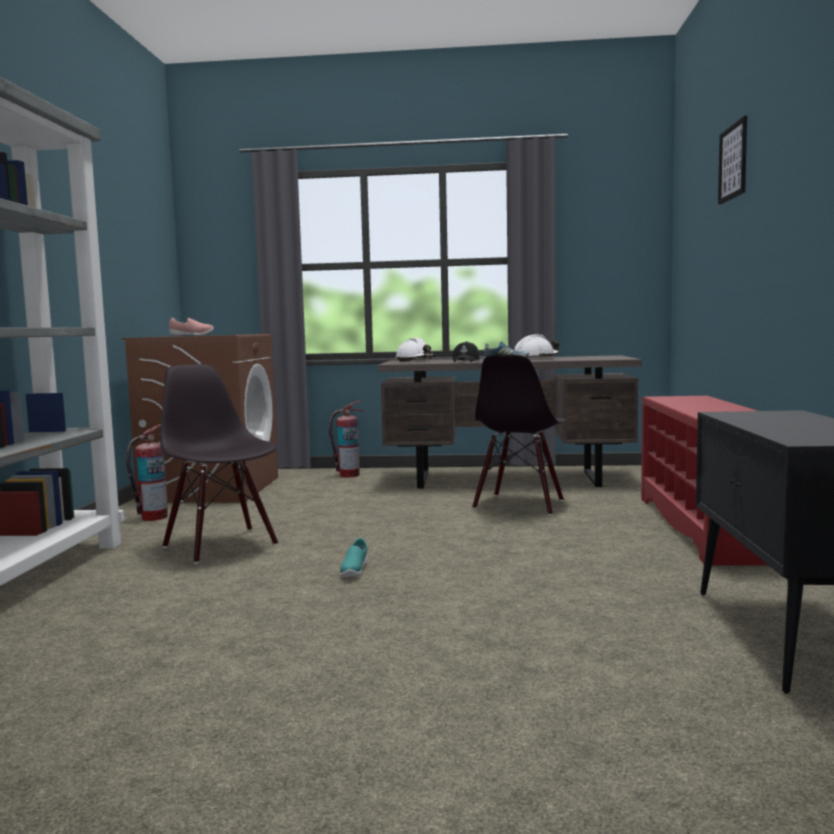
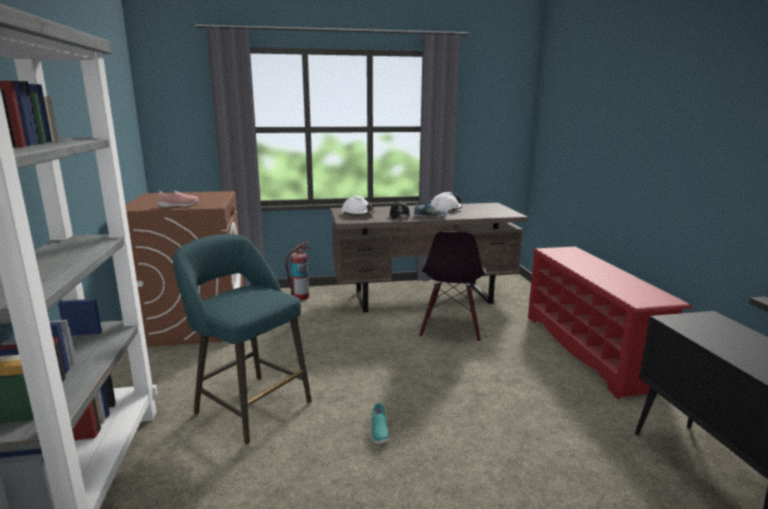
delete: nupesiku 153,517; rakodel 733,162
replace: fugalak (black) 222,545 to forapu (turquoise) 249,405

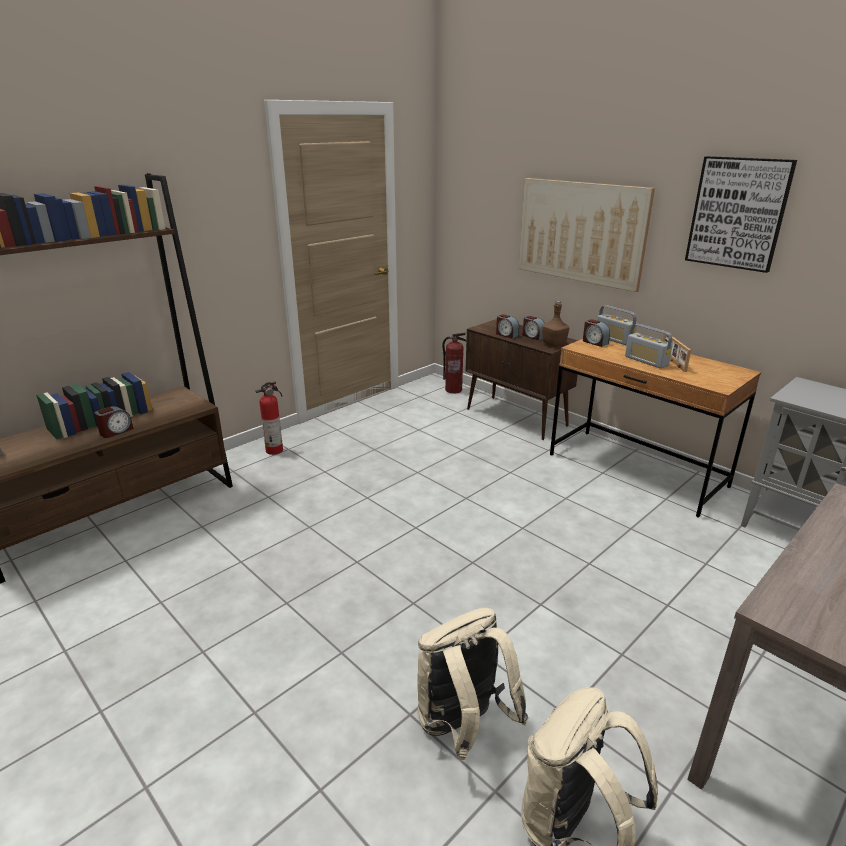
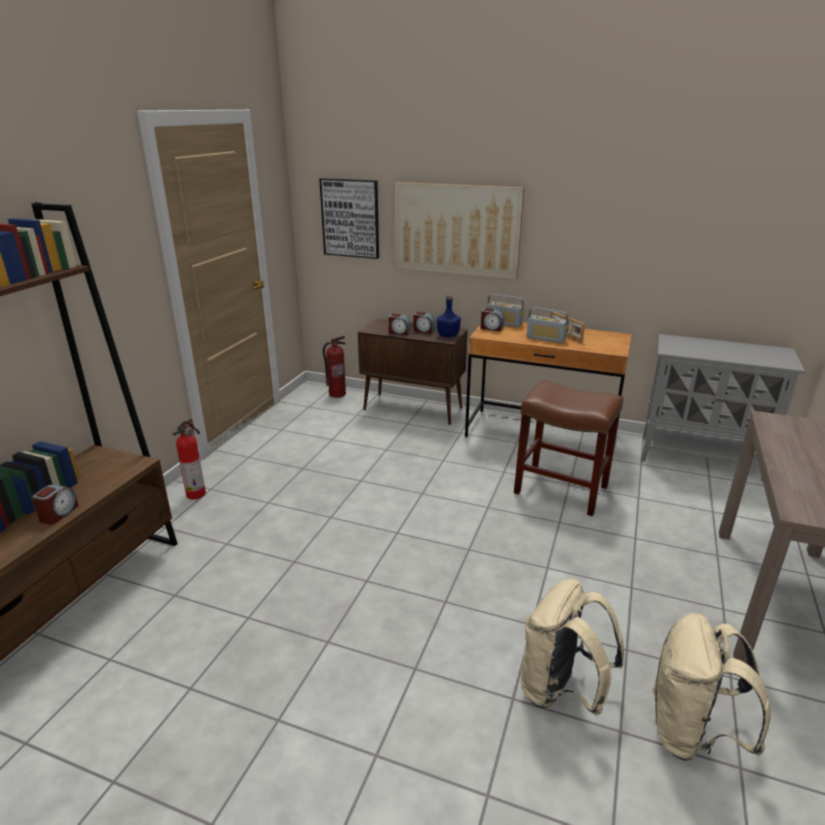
insert: forapu (brown) 560,490
move: rakodel 738,213 to 350,218
recolor: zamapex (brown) 554,344 to zamapex (blue) 448,335

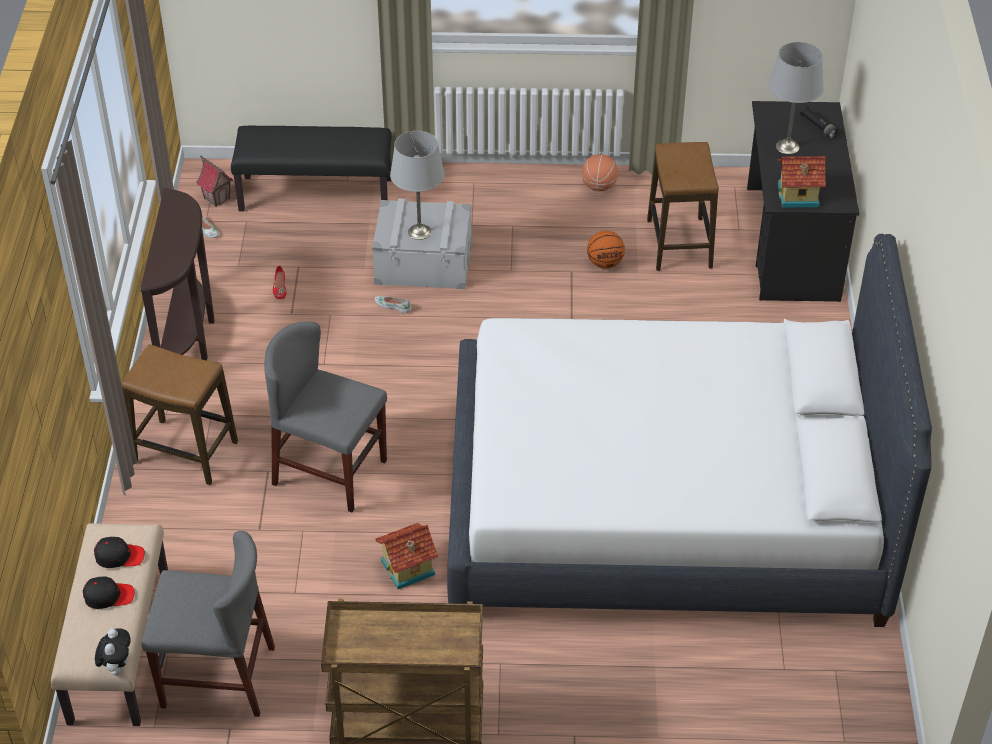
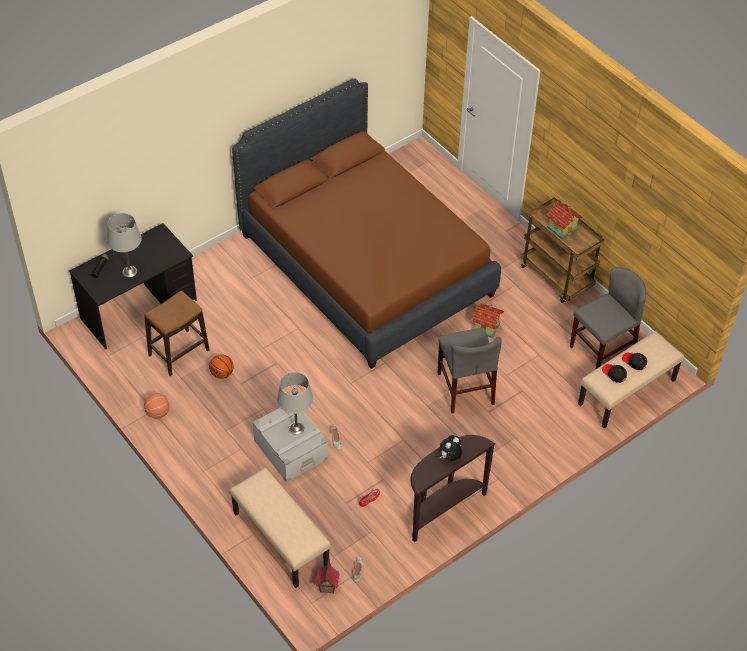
delete: forapu 185,452
move: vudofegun 117,667 to 450,457; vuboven 798,196 to 562,227
recolor: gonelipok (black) 316,194 to gonelipok (beige) 279,539; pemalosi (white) 665,507 to pemalosi (brown) 366,264
rotate: fugalak (grey) 218,677 = 602,350 90 degrees clockwise

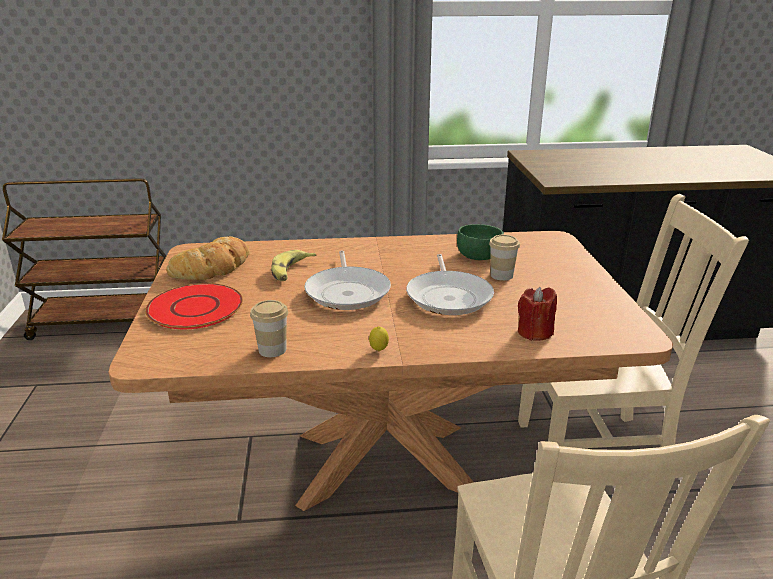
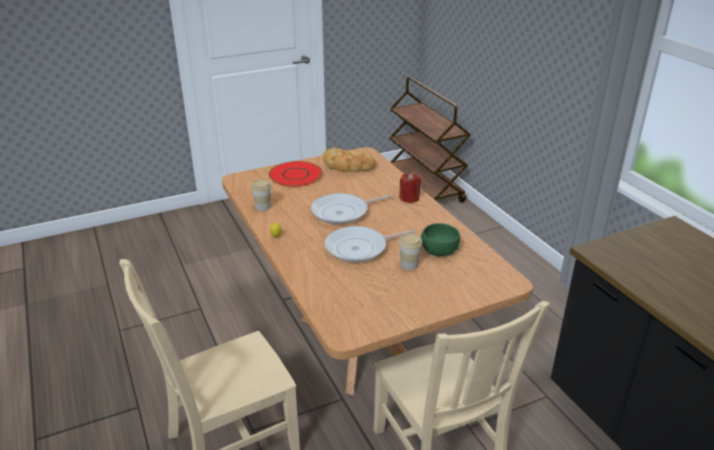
delete: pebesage 291,271
move: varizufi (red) 534,332 to 409,198

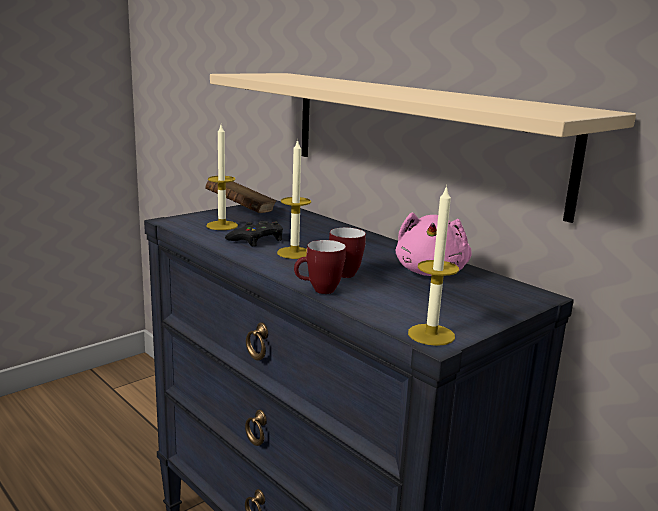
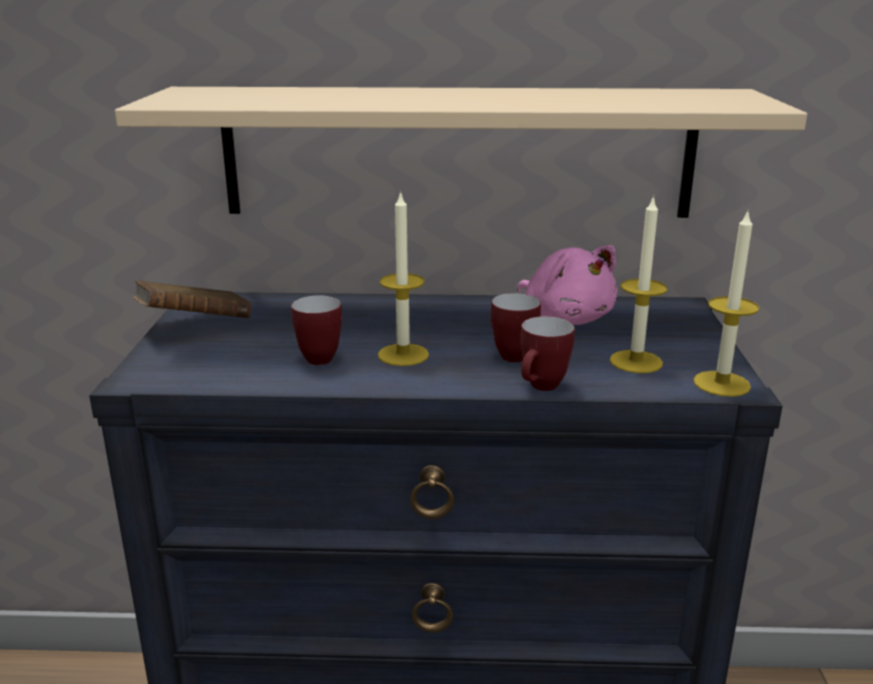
move: varizufi 222,225 to 636,362
replace: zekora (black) 257,240 to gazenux 320,357

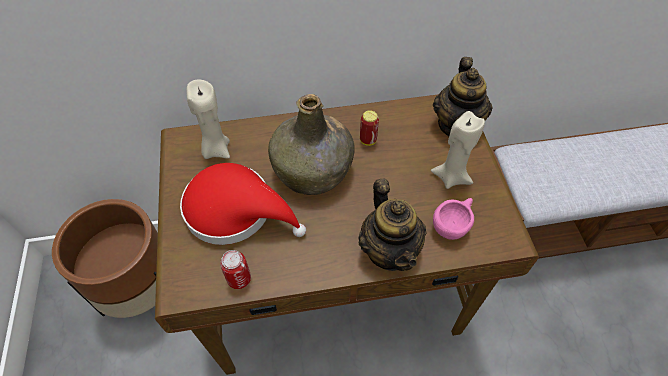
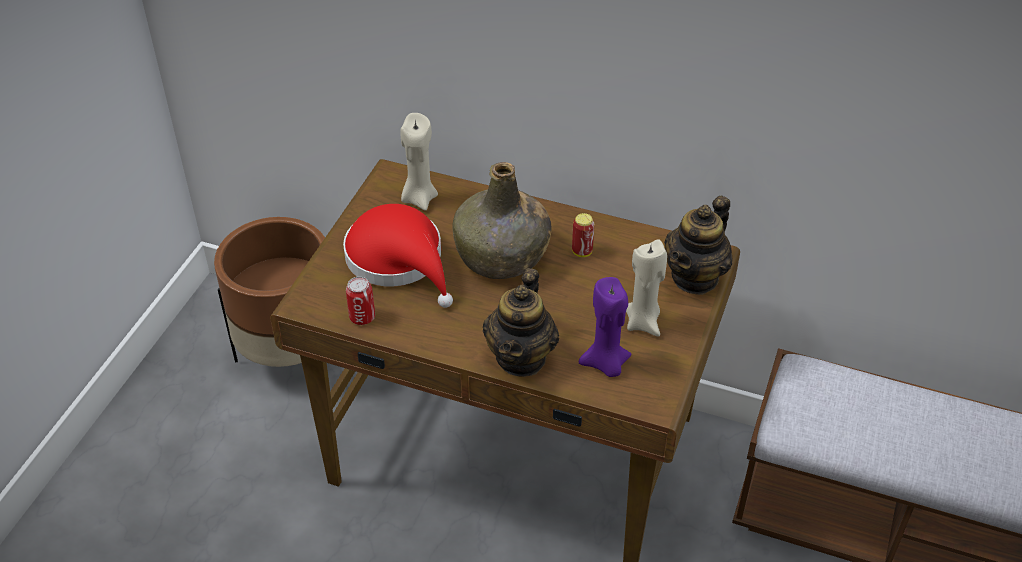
replace: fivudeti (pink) 453,225 to varizufi (purple) 606,364

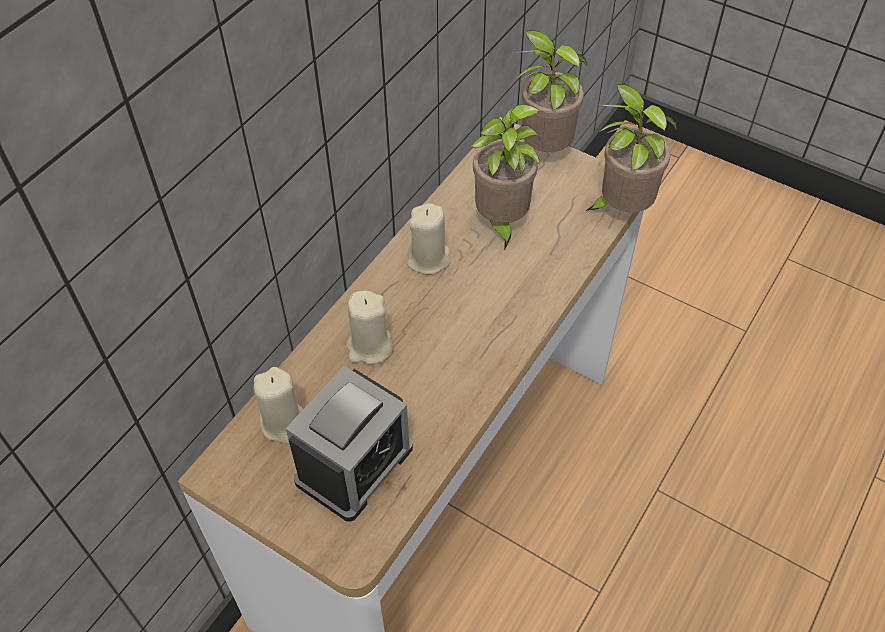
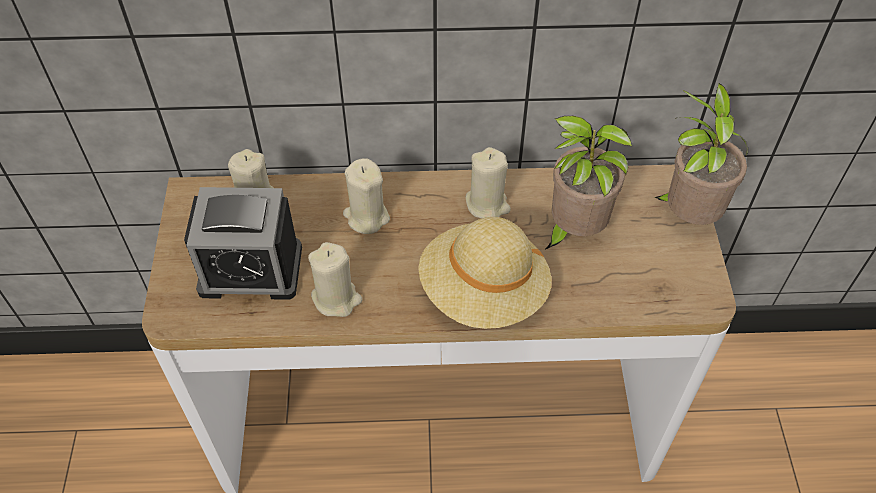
delete: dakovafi 621,209
insert: varizufi (beige) 336,298; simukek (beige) 483,292

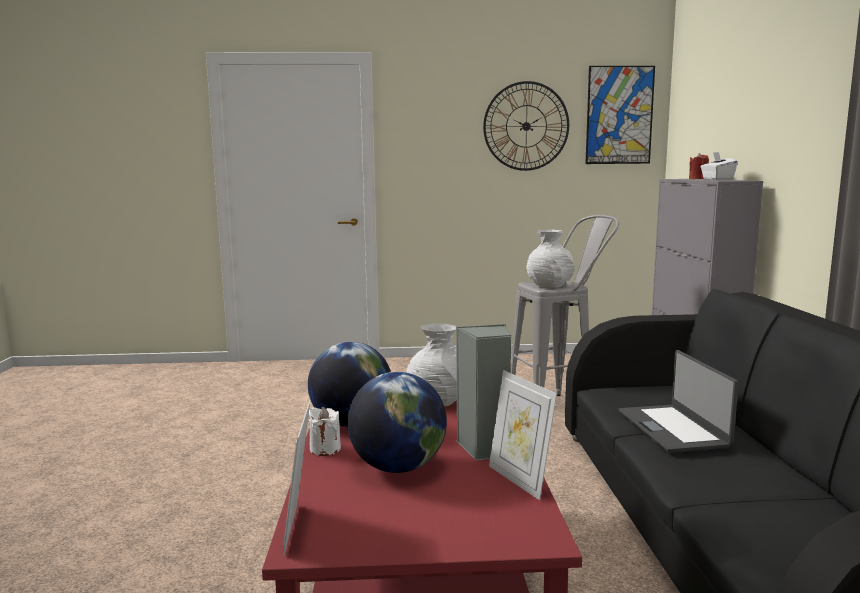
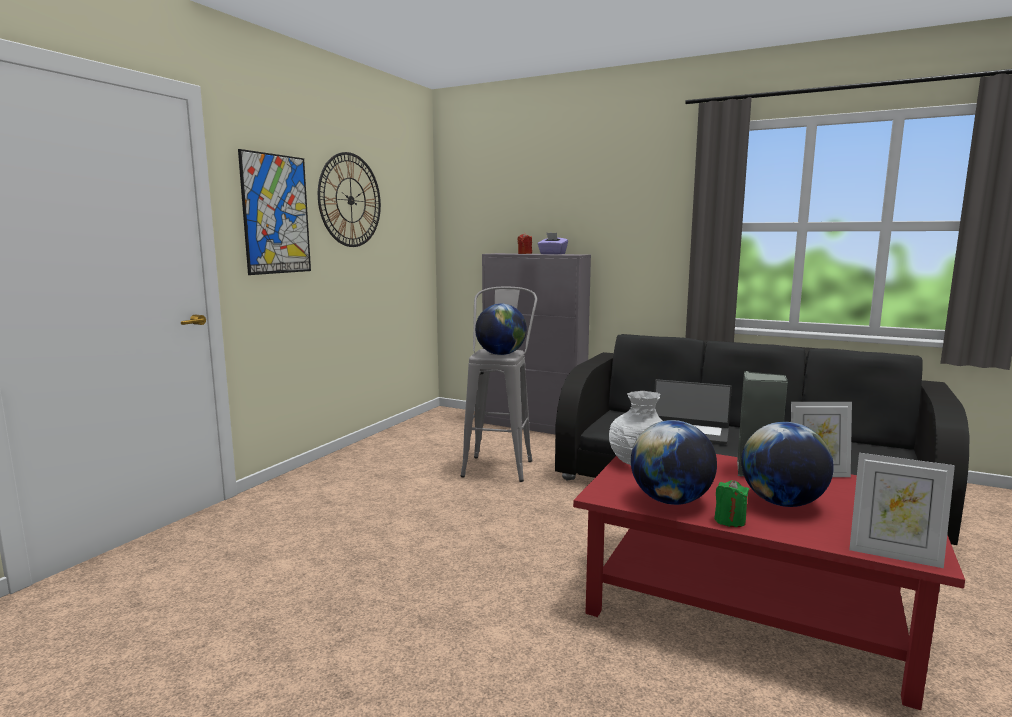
move: rakodel 619,115 to 276,214
replace: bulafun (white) 550,285 to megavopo 501,354
recolor: varizufi (white) 325,449 to varizufi (green) 730,521; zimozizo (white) 717,179 to zimozizo (purple) 552,254

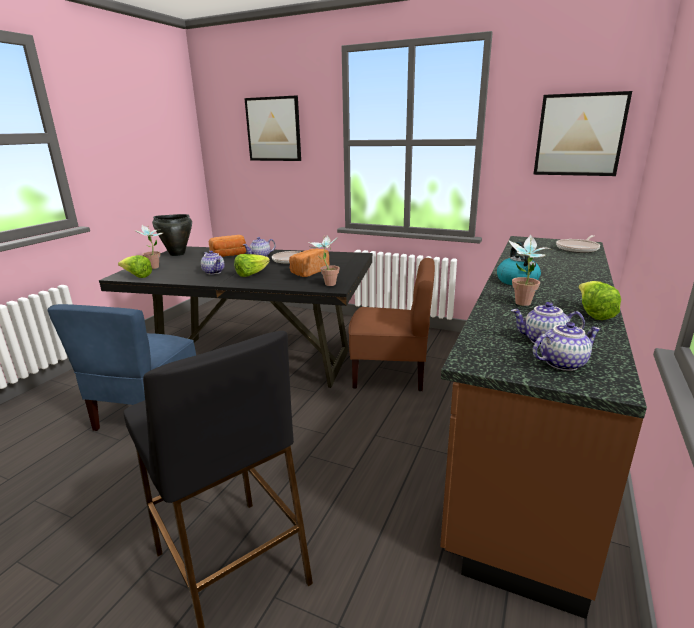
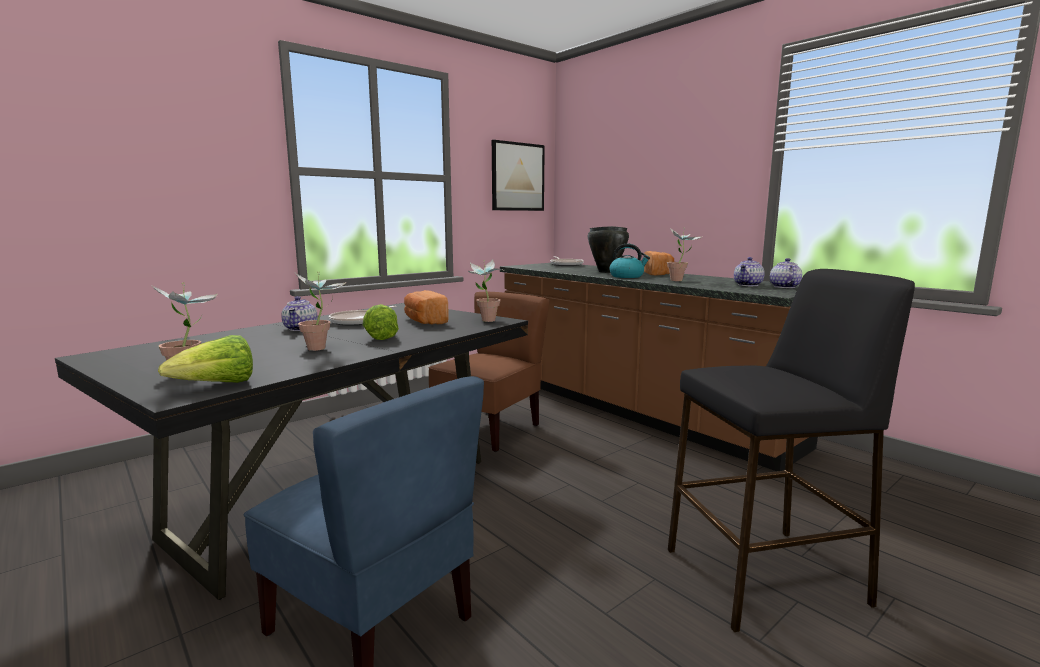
delete: rakodel 273,129; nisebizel 593,313
move: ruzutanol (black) 177,254 to 606,271; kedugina 229,255 to 658,273
replace: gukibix 214,272 to dakovafi 323,348

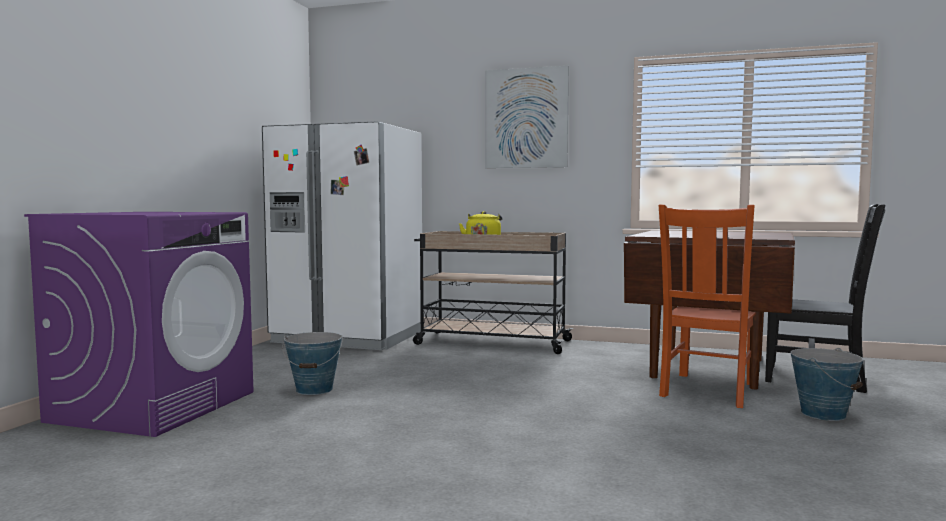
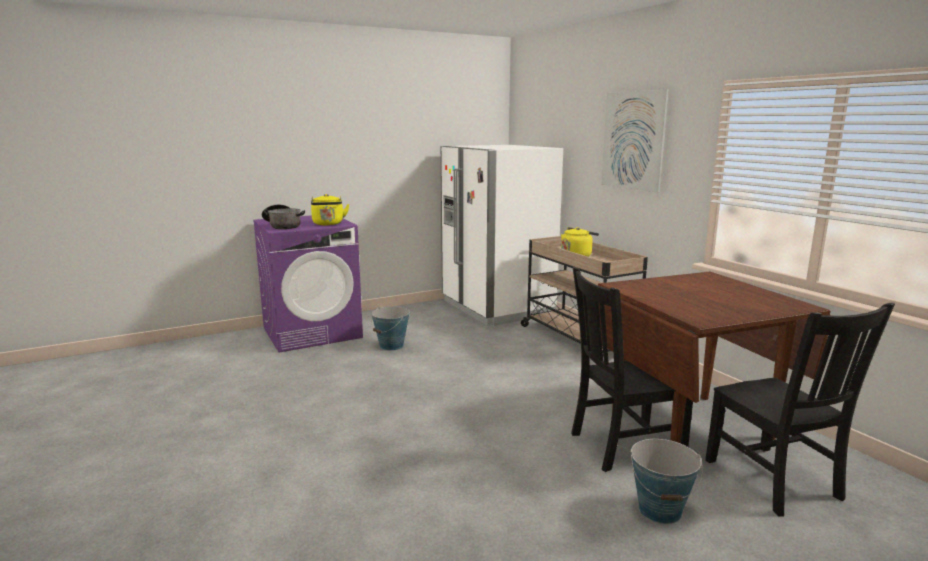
insert: ruzutanol 283,226; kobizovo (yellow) 328,224
recolor: fugalak (orange) 707,391 to fugalak (black) 622,445

